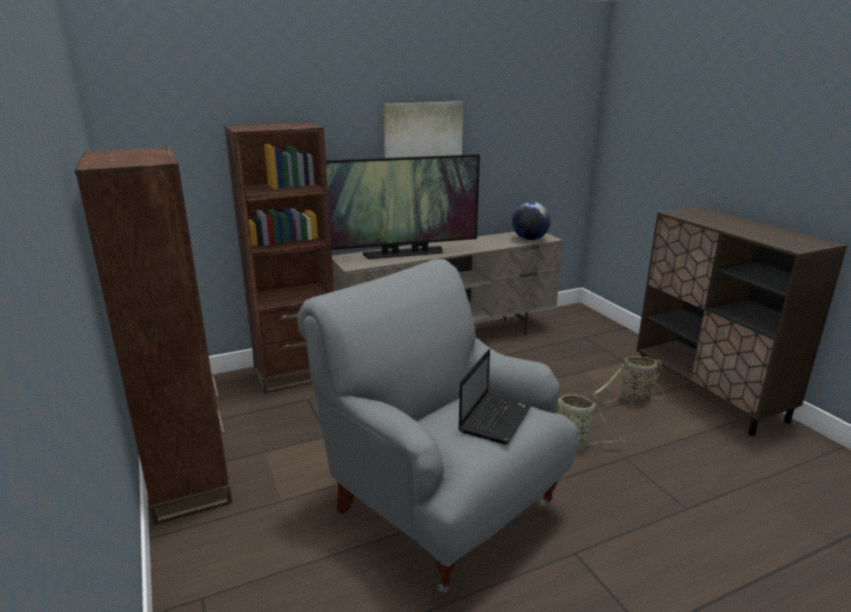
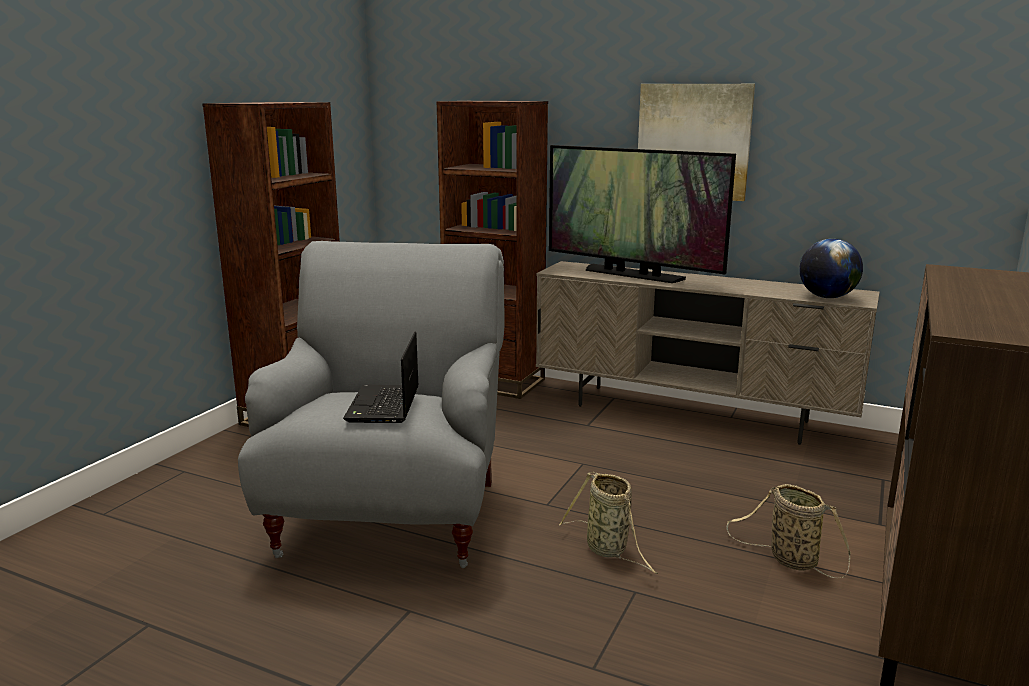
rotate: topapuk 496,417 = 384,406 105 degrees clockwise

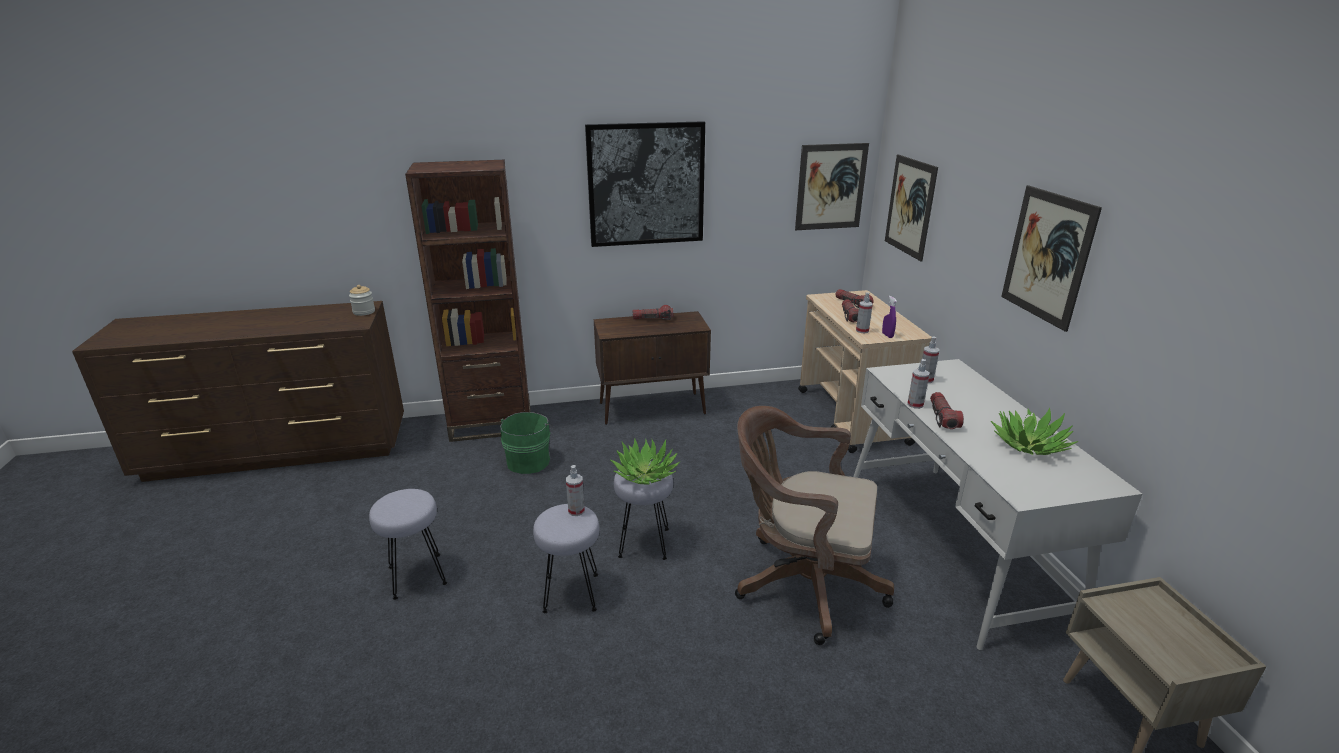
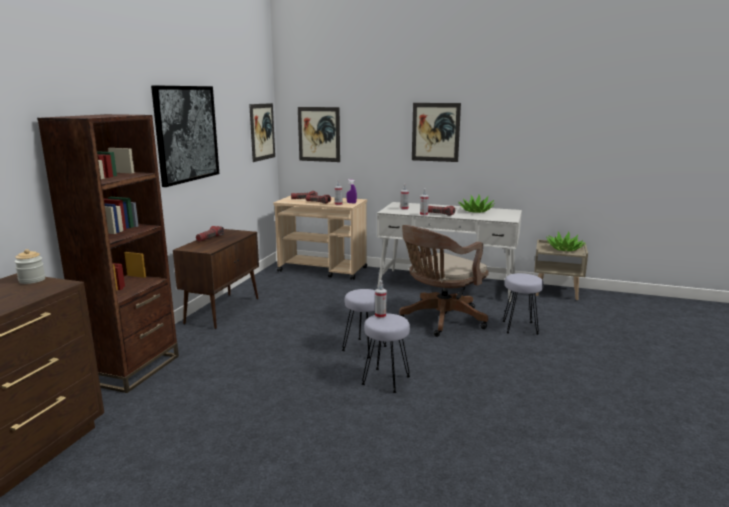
delete: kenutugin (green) 529,460
move: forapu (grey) 416,576 to 519,328; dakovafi 645,474 to 564,249

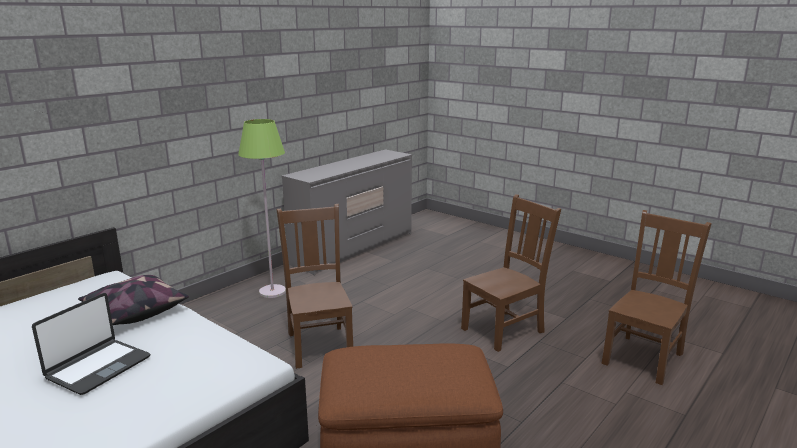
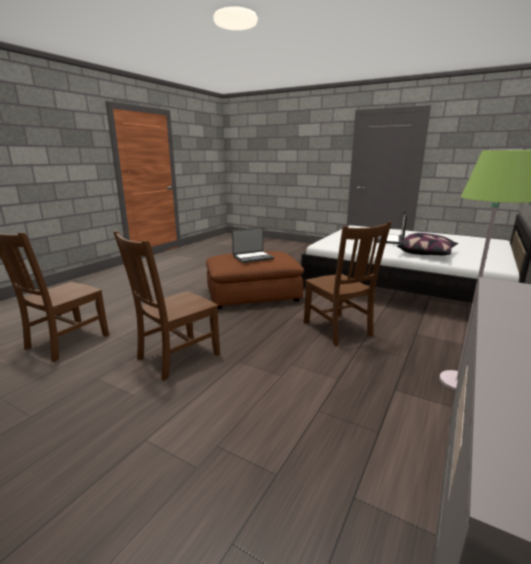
insert: topapuk 252,257

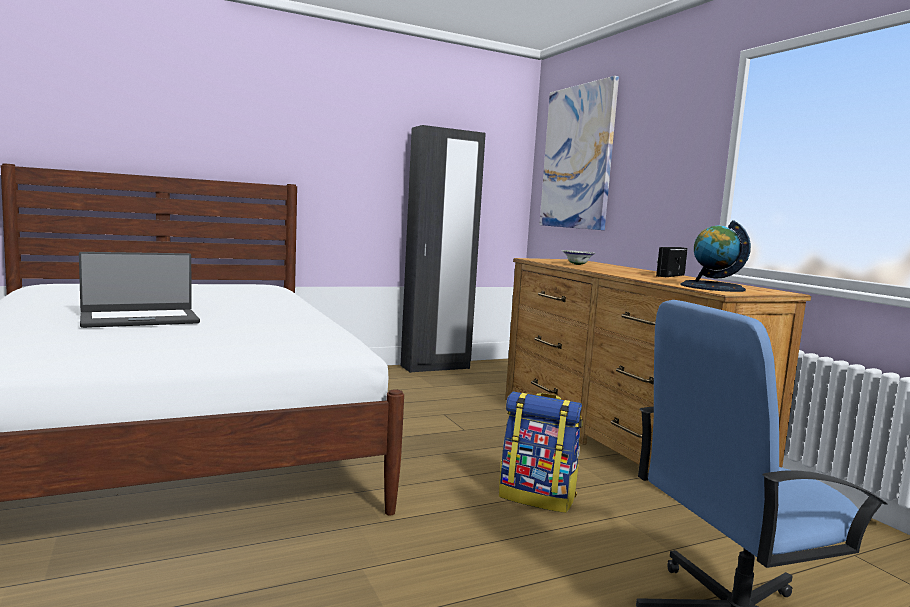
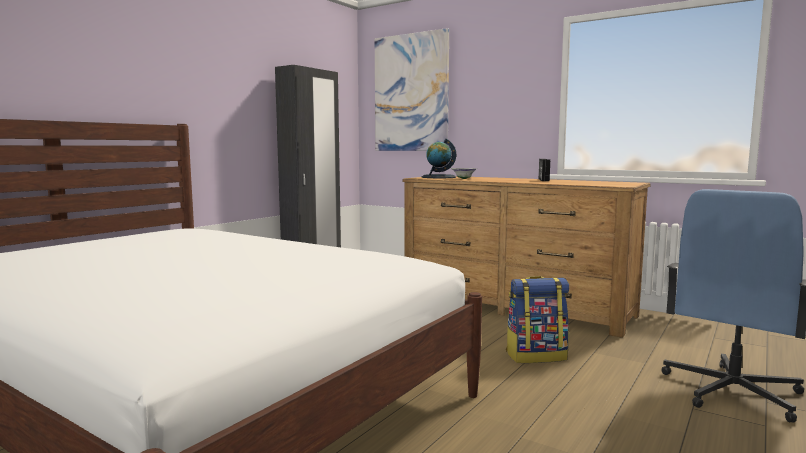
delete: topapuk 140,319
move: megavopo 712,287 to 438,177

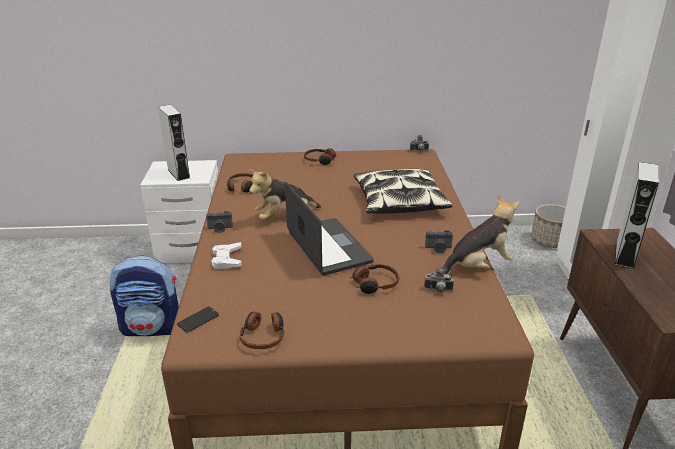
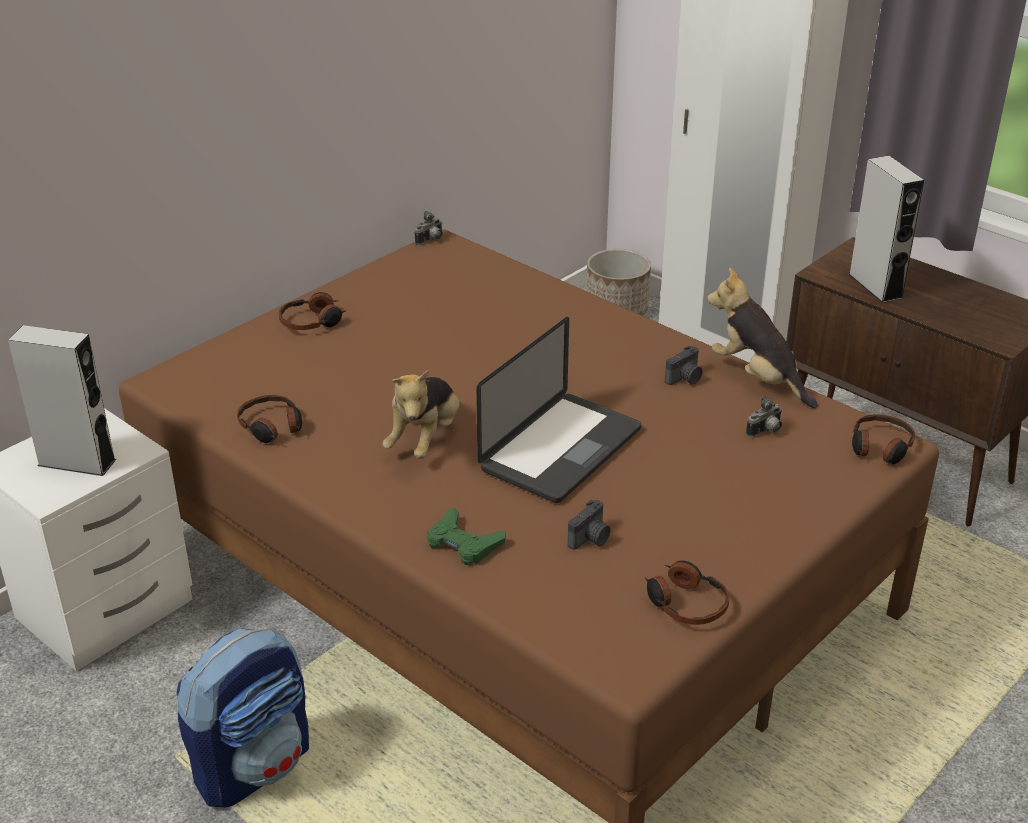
delete: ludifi 198,320; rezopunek 399,201
move: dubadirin 220,229 to 590,539; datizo 374,284 to 880,448
recolor: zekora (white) 227,259 to zekora (green) 463,543
rotate: topapuk 328,247 = 561,449 105 degrees clockwise; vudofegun 478,266 = 757,378 60 degrees counterclockwise

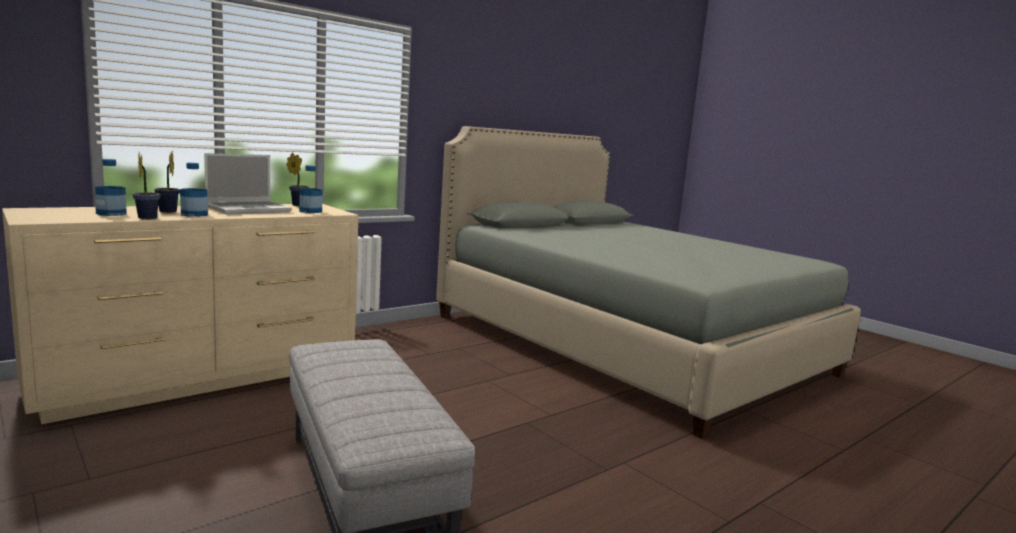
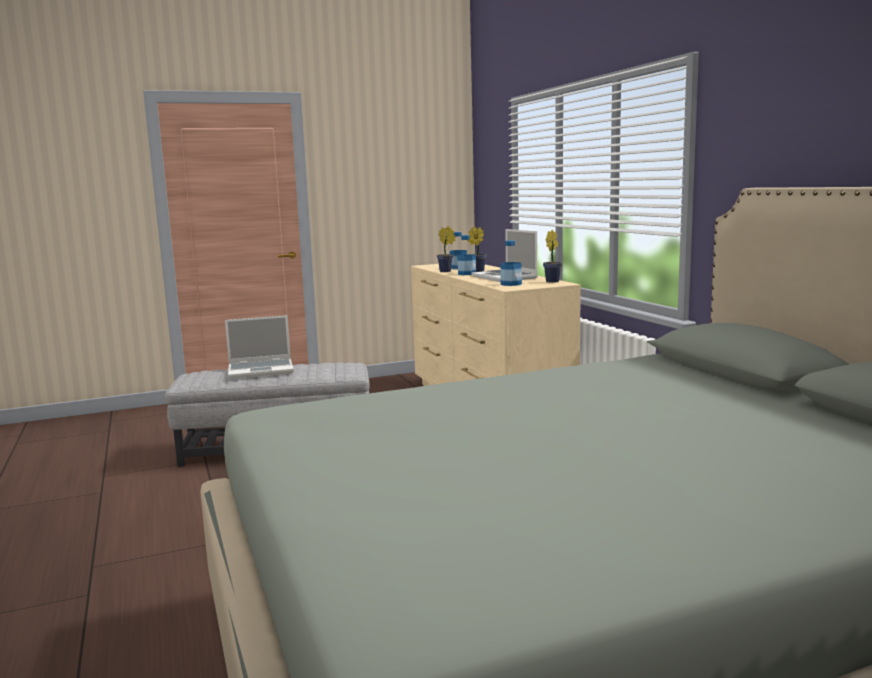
insert: topapuk 261,370

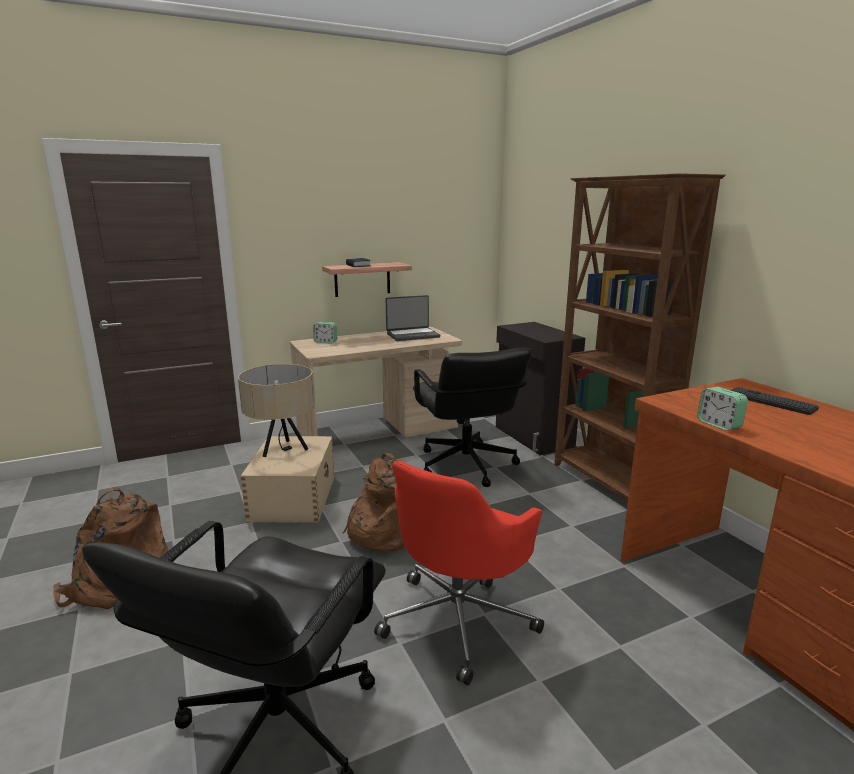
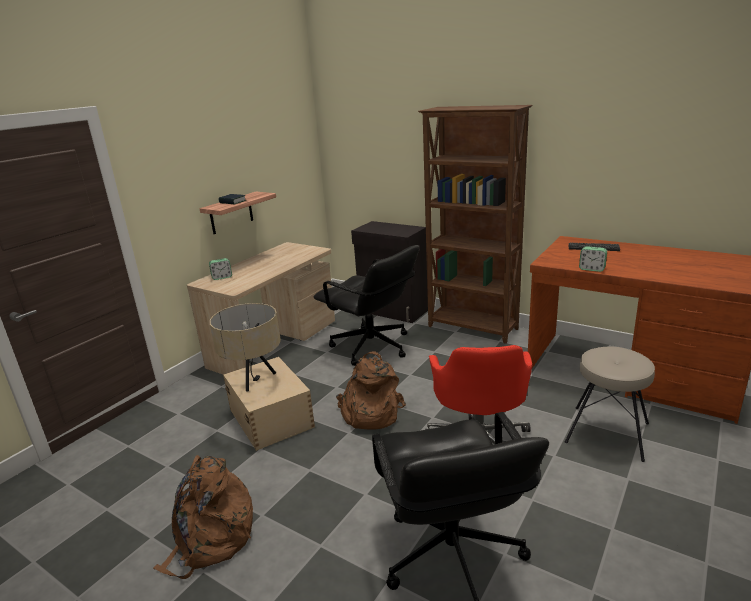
delete: topapuk 412,335
insert: forapu (beige) 607,433

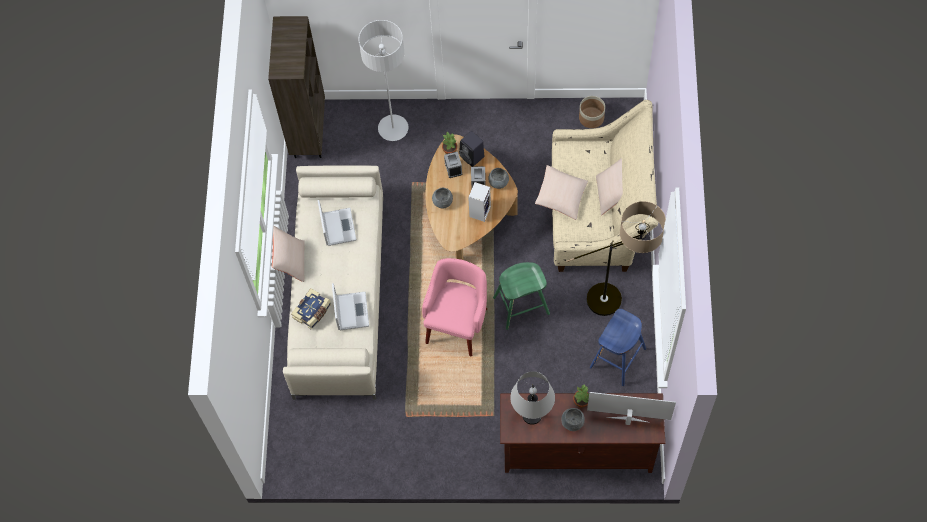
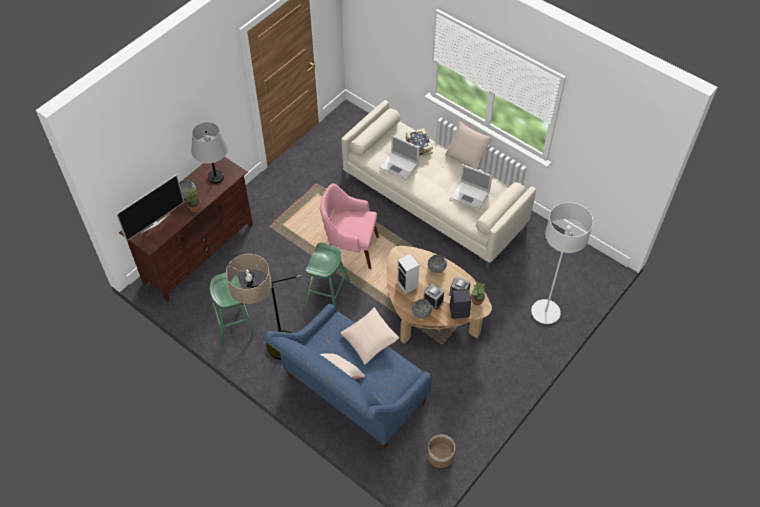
delete: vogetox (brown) 308,133
recolor: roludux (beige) 599,214 to roludux (blue) 351,395; forapu (blue) 618,357 to forapu (green) 233,322
rotate: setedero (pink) 457,324 = 350,248 135 degrees clockwise

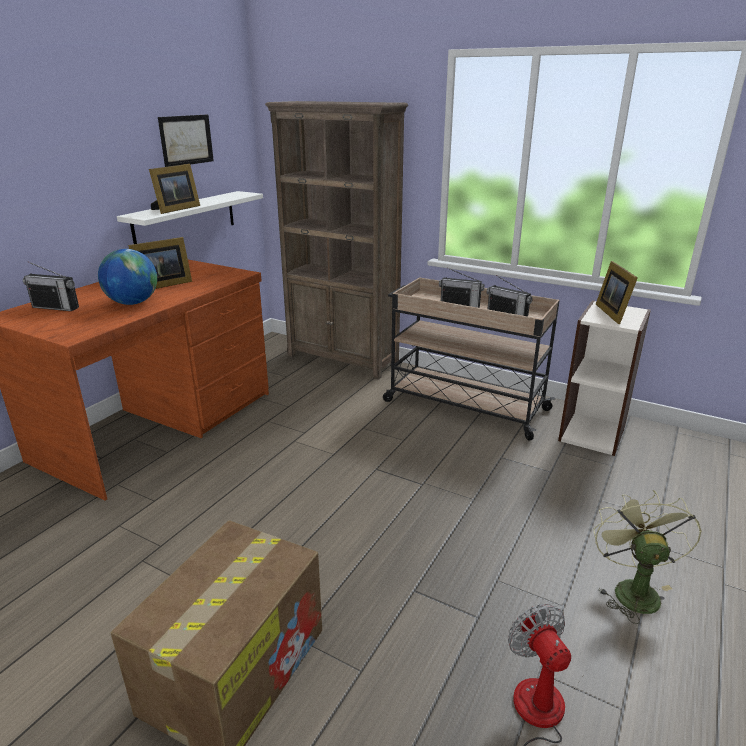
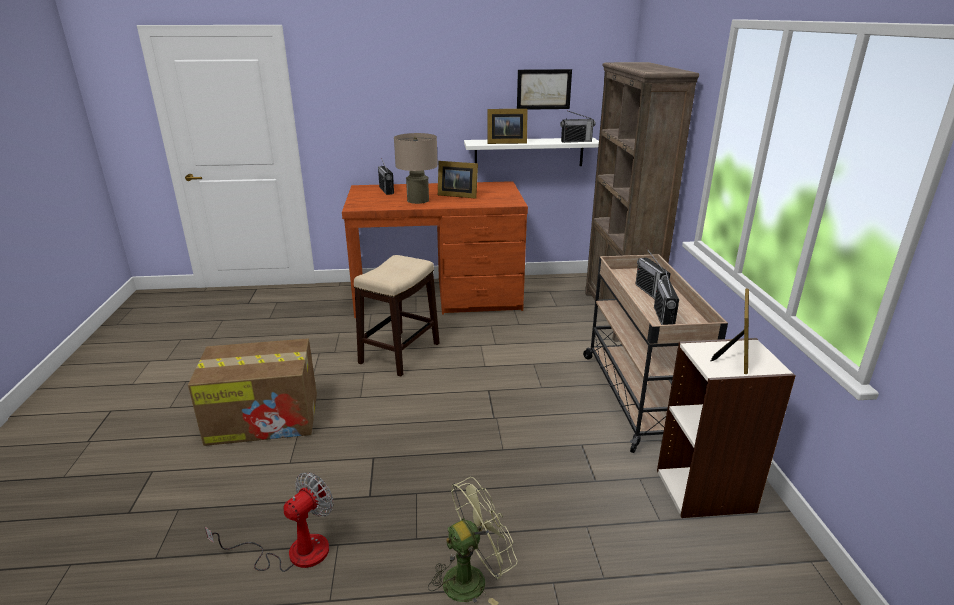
insert: forapu 399,353; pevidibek 576,141
replace: megavopo 132,303 to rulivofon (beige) 418,200
rotate: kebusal 613,313 = 735,355 150 degrees clockwise

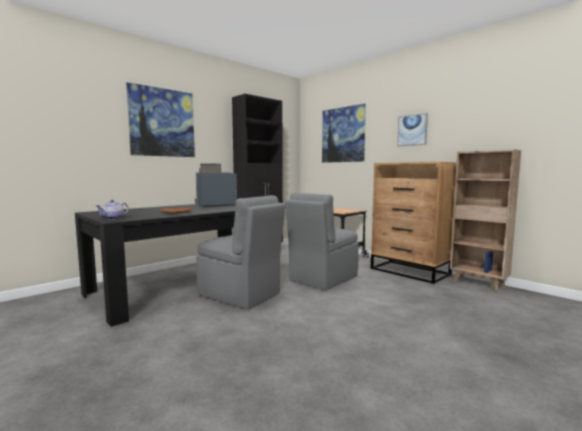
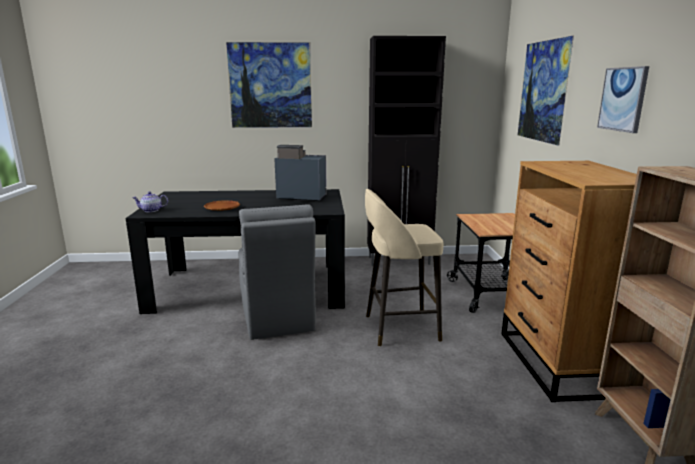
replace: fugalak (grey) 322,279 to forapu (beige) 399,328

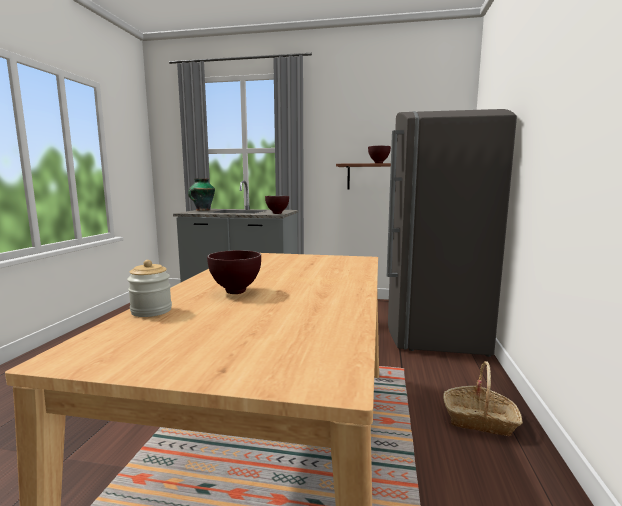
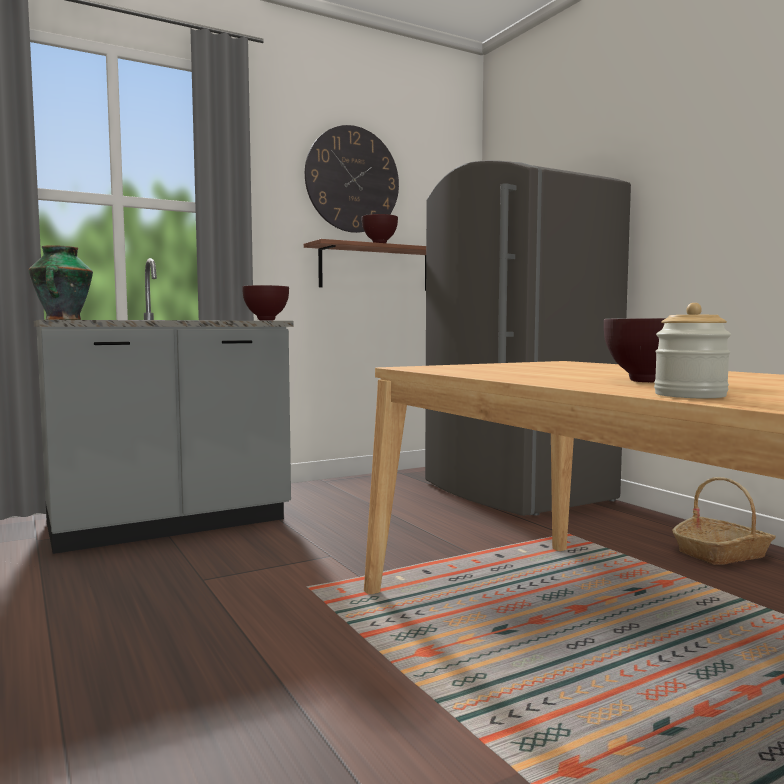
insert: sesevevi 352,179

